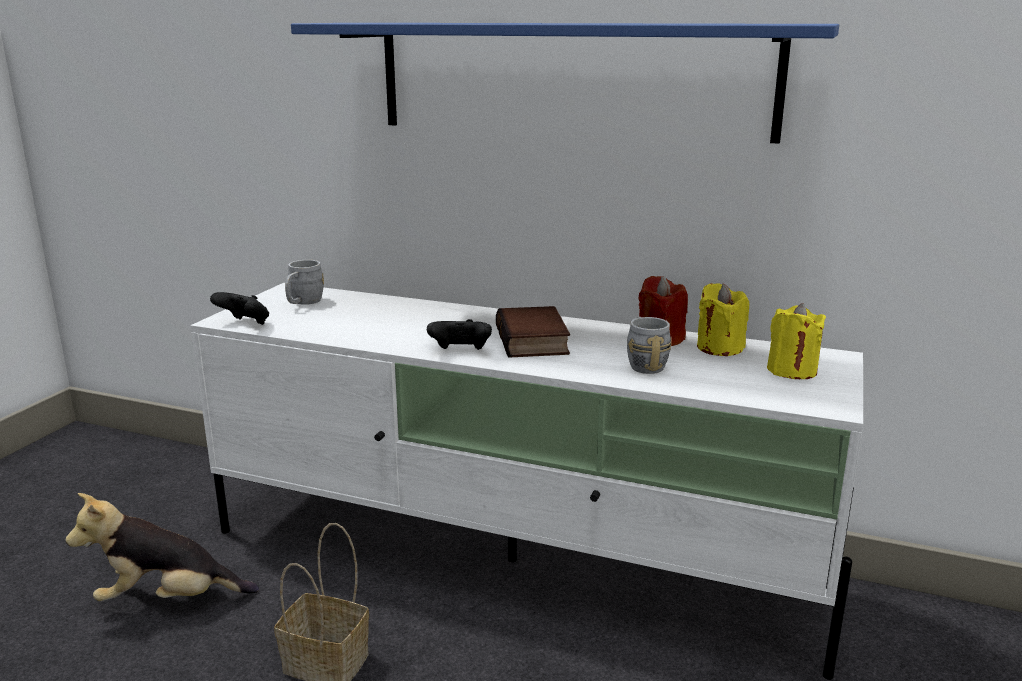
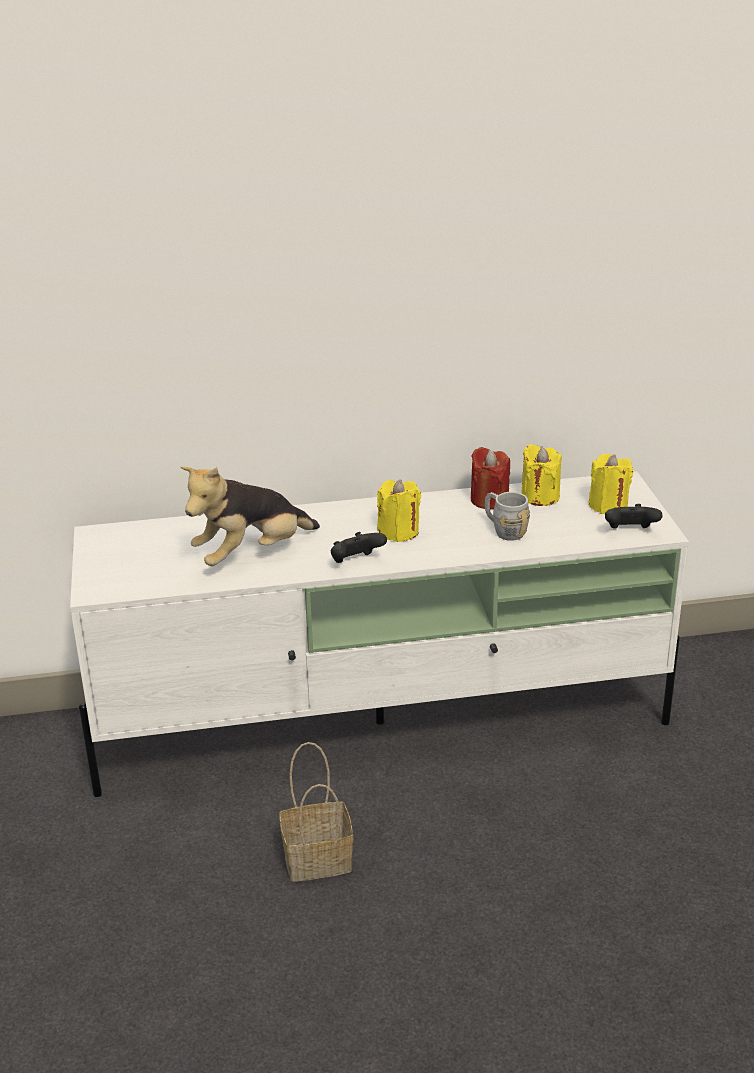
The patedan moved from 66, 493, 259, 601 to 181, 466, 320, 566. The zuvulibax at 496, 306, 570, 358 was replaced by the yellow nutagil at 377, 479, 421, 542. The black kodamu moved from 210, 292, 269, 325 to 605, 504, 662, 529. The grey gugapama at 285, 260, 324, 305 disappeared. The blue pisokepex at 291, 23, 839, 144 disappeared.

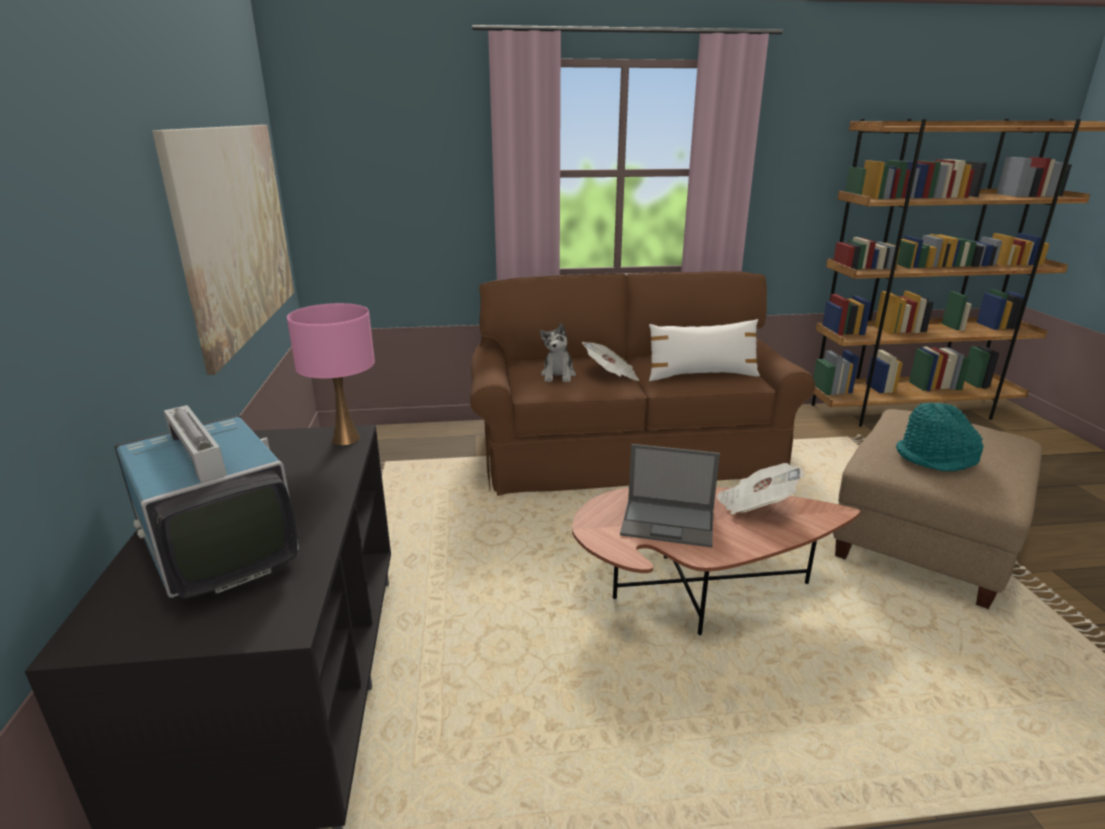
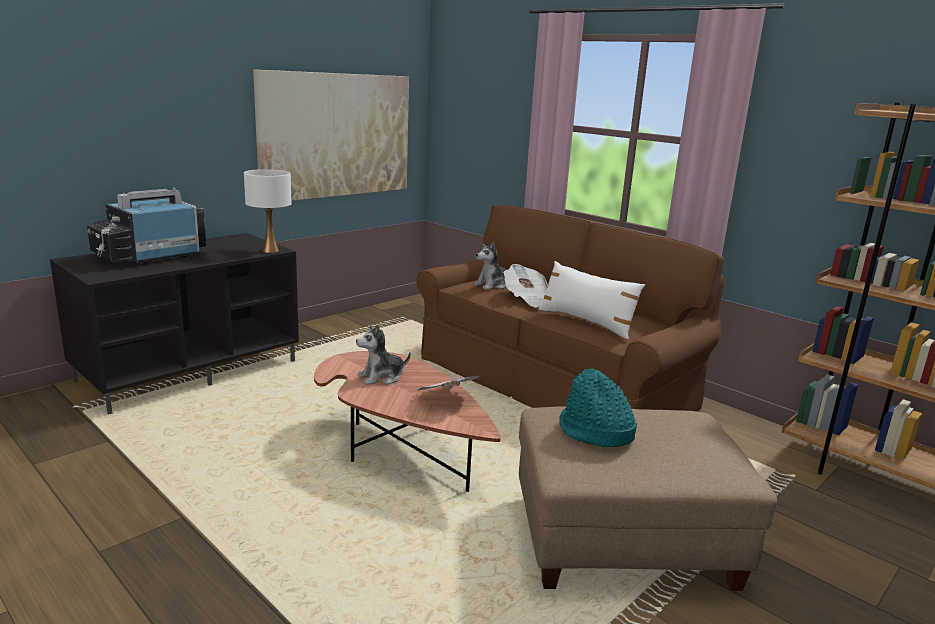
The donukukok at 115, 405, 299, 599 turned 150 degrees counterclockwise. The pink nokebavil at 287, 303, 375, 445 became the white nokebavil at 244, 169, 292, 253. The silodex at 620, 444, 720, 548 was replaced by the patedan at 356, 324, 411, 385.

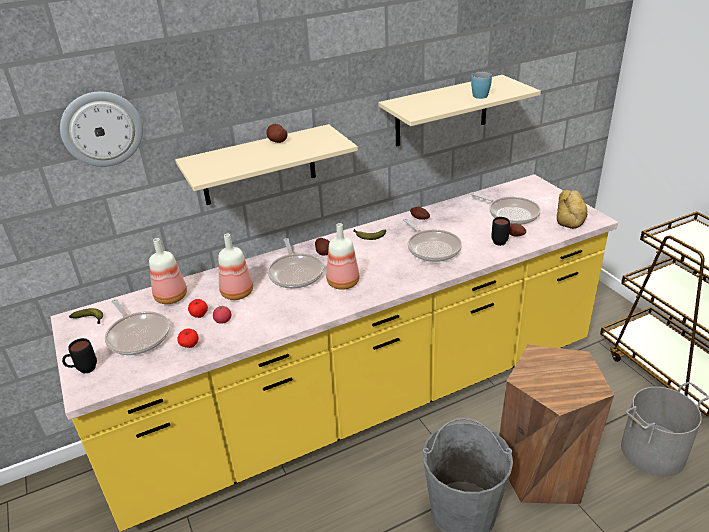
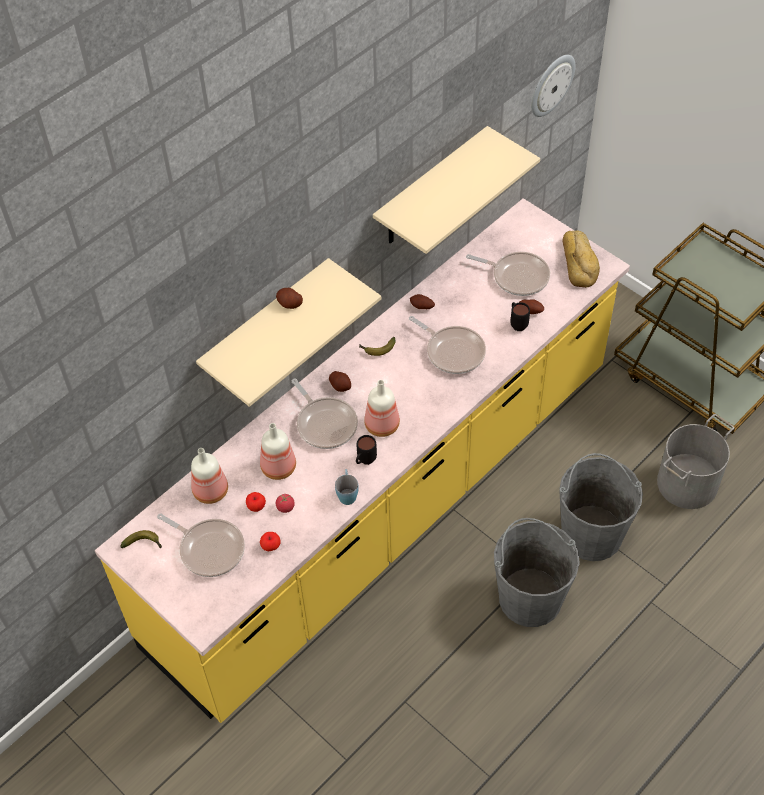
The blue gugapama moved from 471, 72, 492, 99 to 335, 469, 359, 505. The black gugapama moved from 62, 338, 97, 373 to 356, 435, 377, 465. The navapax moved from 60, 91, 143, 167 to 531, 55, 576, 117. The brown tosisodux at 499, 344, 614, 504 was replaced by the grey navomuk at 559, 453, 643, 561.

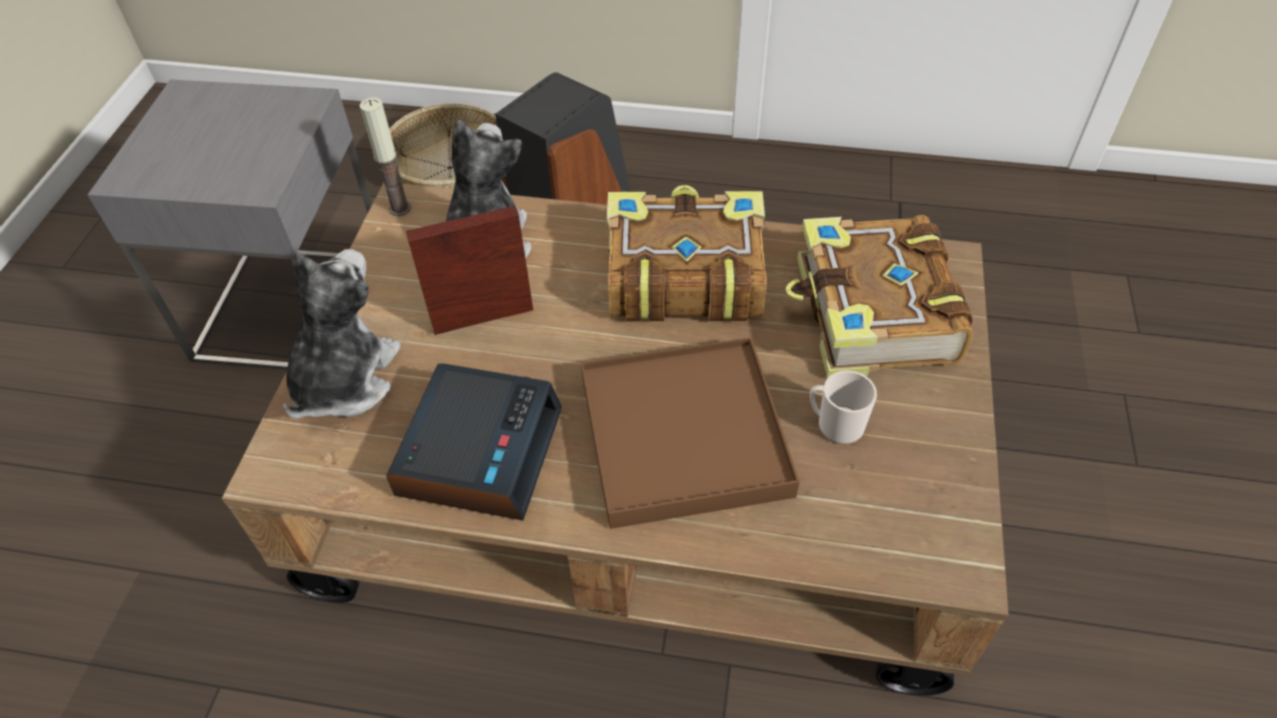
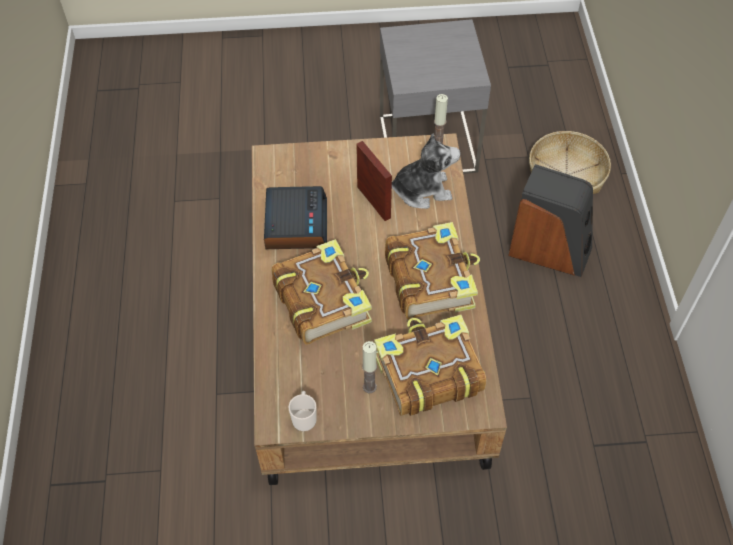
The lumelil at 386, 363, 562, 521 turned 90 degrees counterclockwise. The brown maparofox at 581, 337, 800, 529 was replaced by the zuvulibax at 272, 239, 372, 345. The gugapama moved from 810, 370, 877, 444 to 289, 391, 316, 431. The nutagil at 362, 341, 377, 393 appeared. The patedan at 283, 249, 401, 419 disappeared.

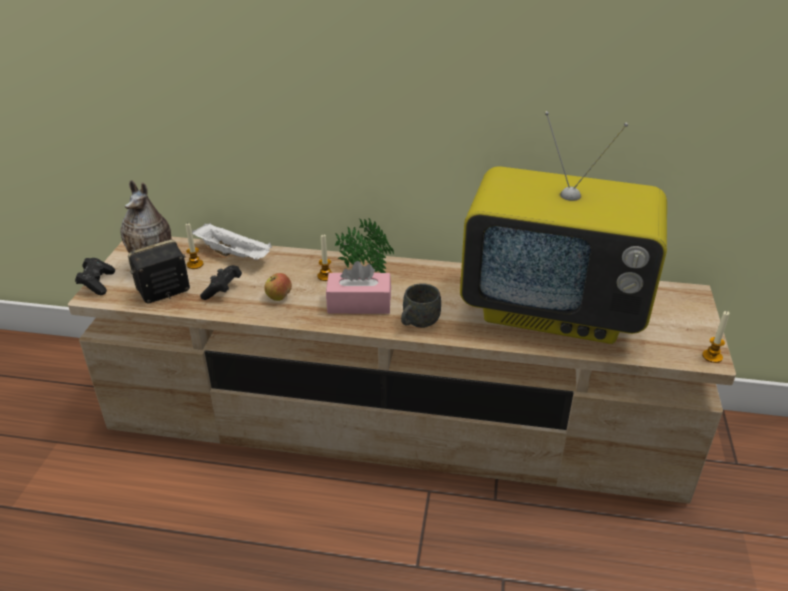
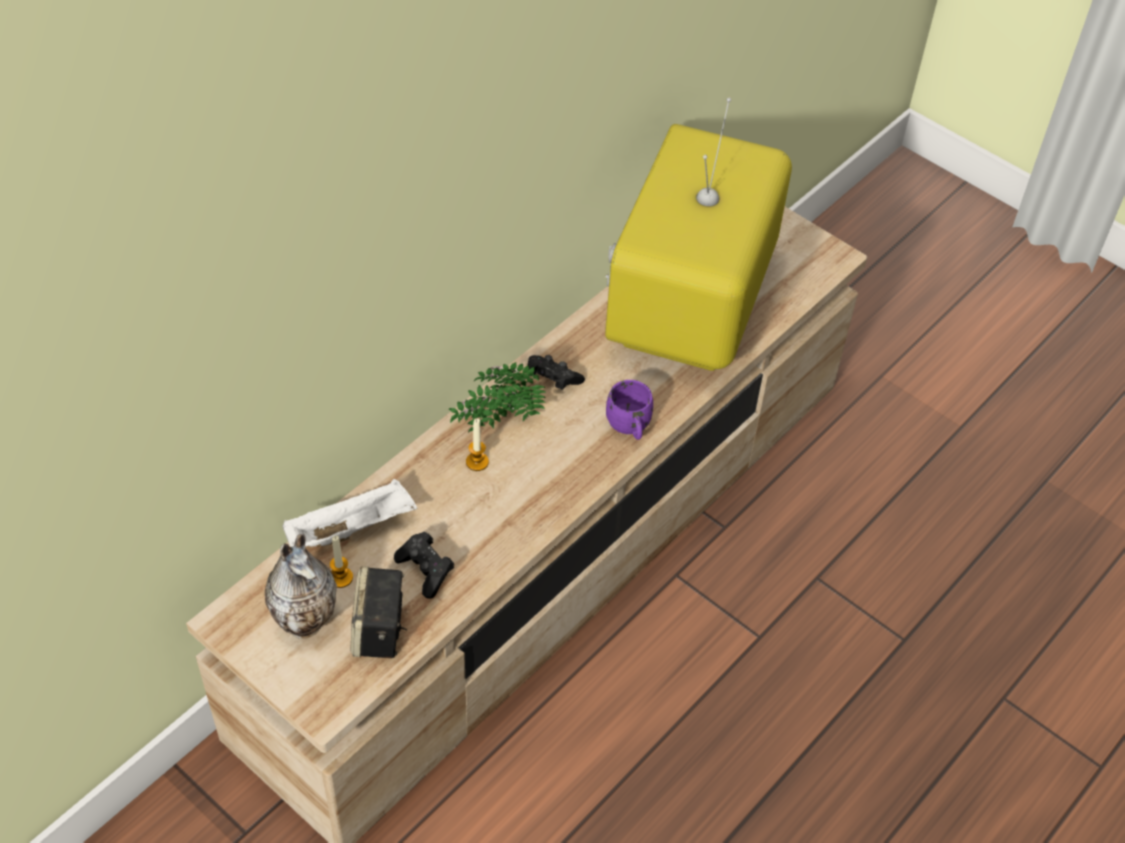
The black kodamu moved from 75, 258, 115, 295 to 527, 355, 585, 390. The donukukok at 460, 111, 667, 344 turned 150 degrees clockwise. The grey gugapama at 401, 283, 441, 328 became the purple gugapama at 606, 380, 653, 440. The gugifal at 264, 273, 292, 301 disappeared. The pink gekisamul at 326, 261, 391, 314 disappeared. The nutagil at 702, 311, 730, 363 disappeared.

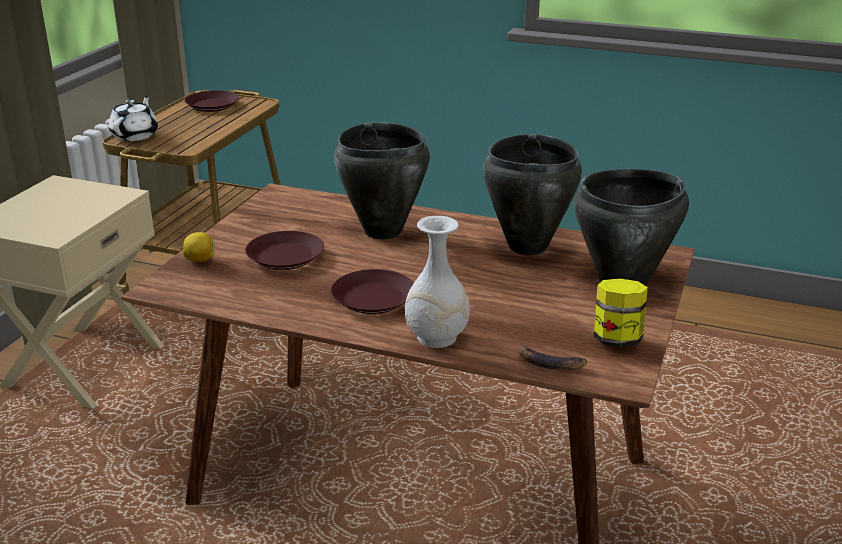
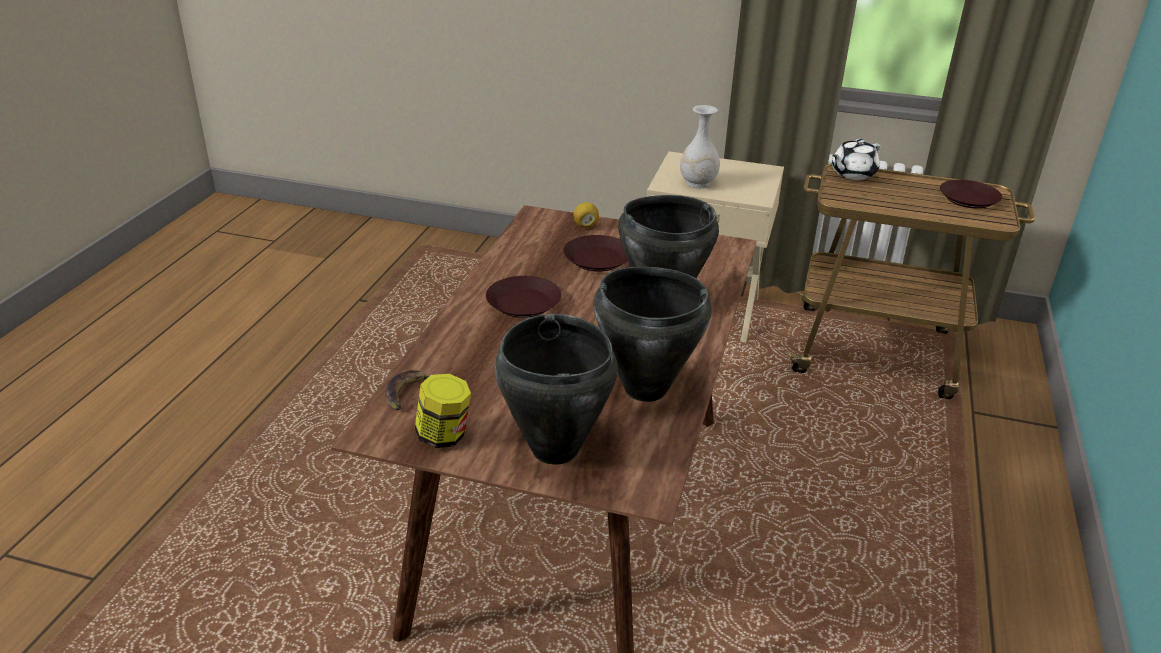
The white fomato moved from 405, 216, 470, 348 to 680, 105, 720, 189. The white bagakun at 109, 96, 158, 141 turned 135 degrees clockwise.

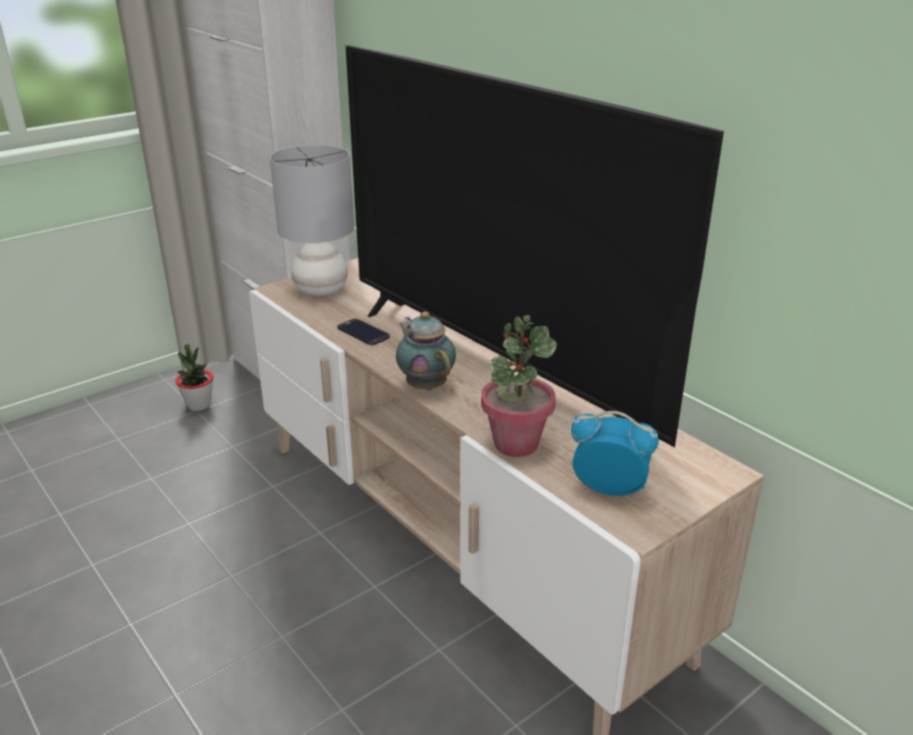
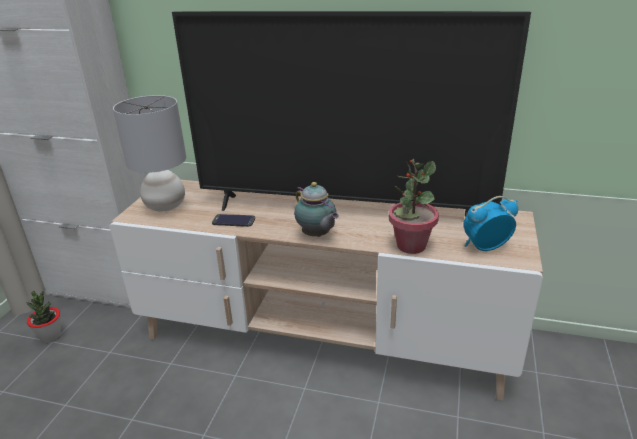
The bagakun at 396, 312, 456, 390 turned 150 degrees counterclockwise.

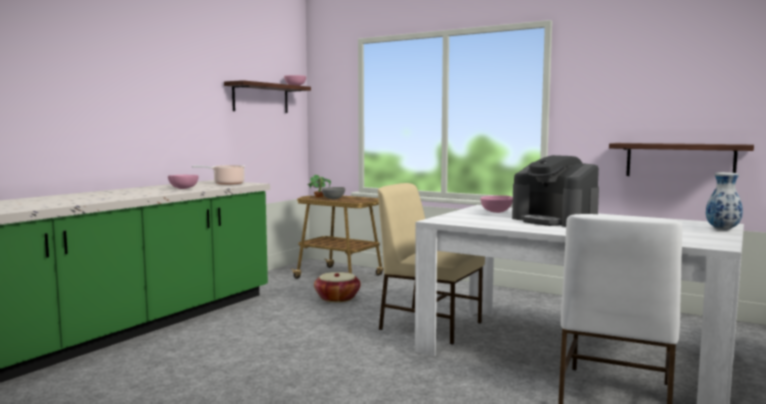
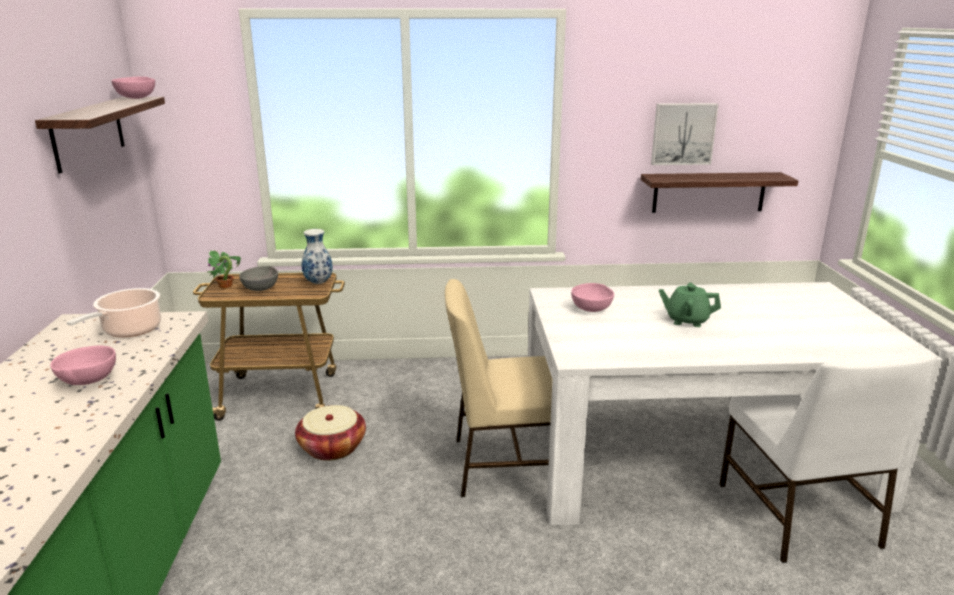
The fomato moved from 706, 172, 743, 230 to 301, 229, 333, 284. The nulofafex at 651, 103, 719, 165 appeared. The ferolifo at 512, 155, 599, 227 was replaced by the green bagakun at 659, 283, 721, 327.

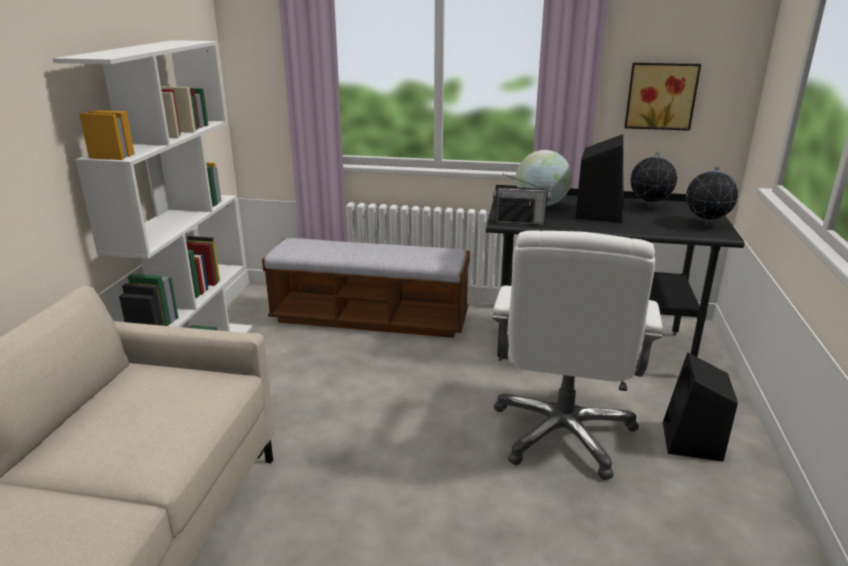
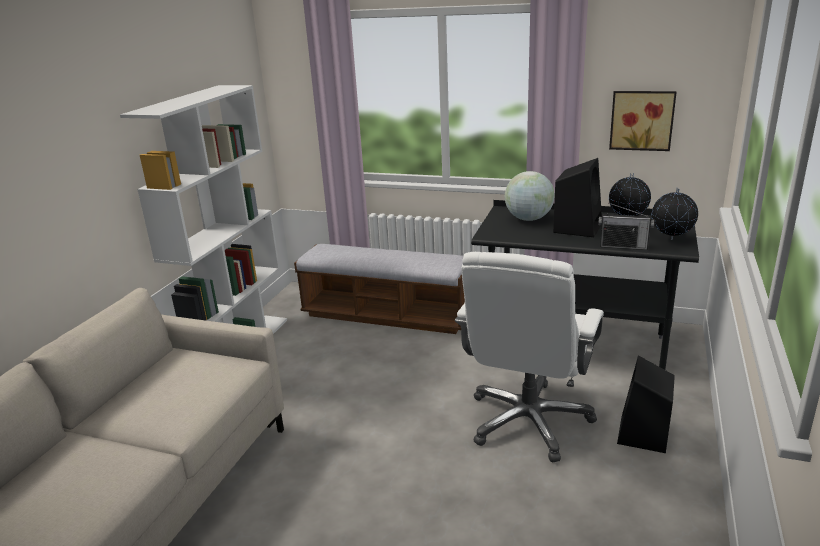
The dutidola moved from 493, 174, 551, 225 to 598, 203, 654, 250.

